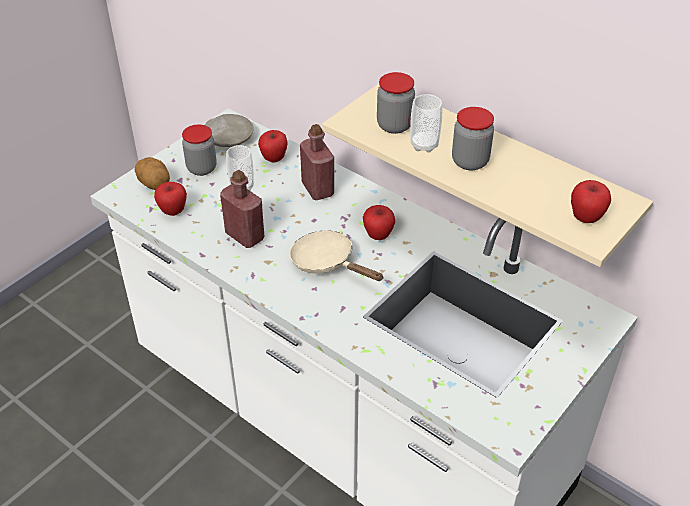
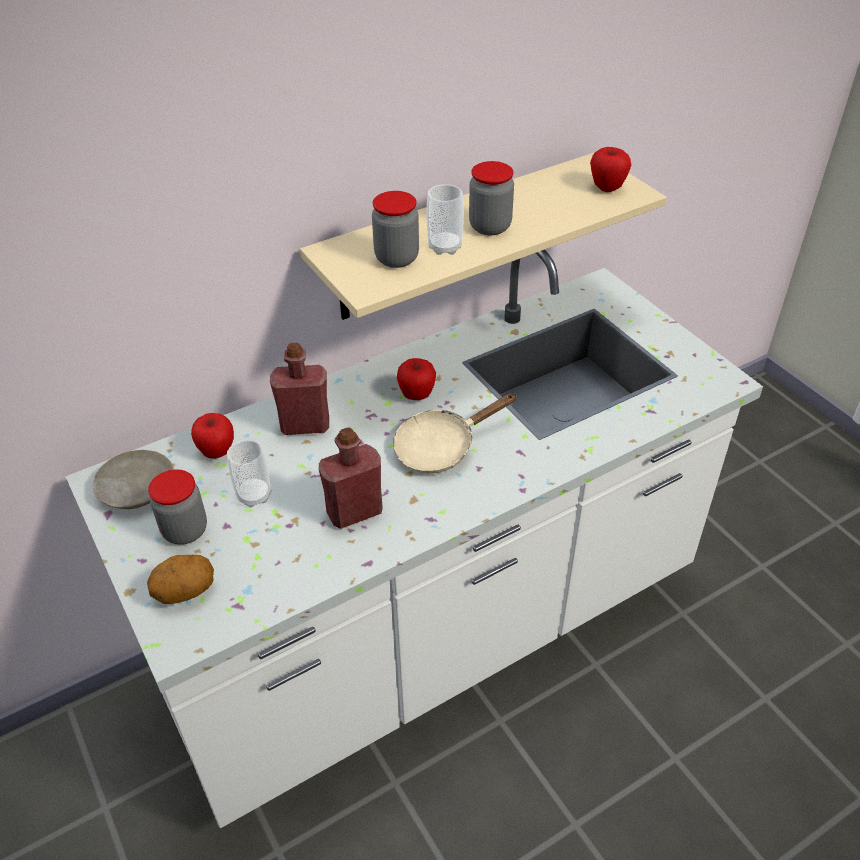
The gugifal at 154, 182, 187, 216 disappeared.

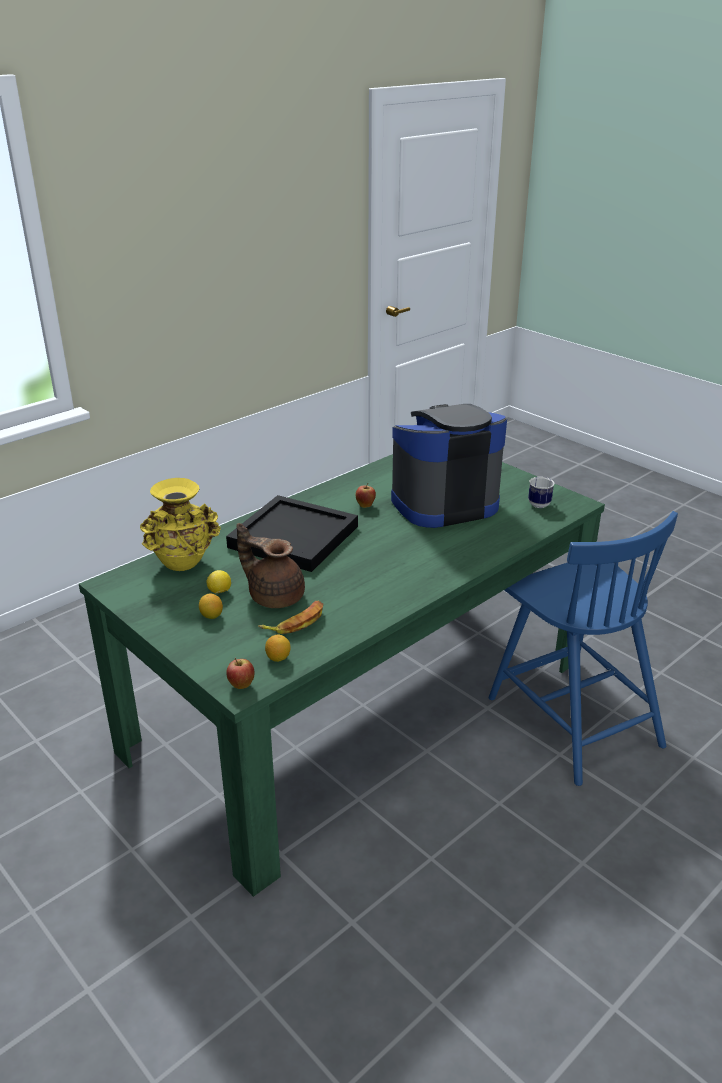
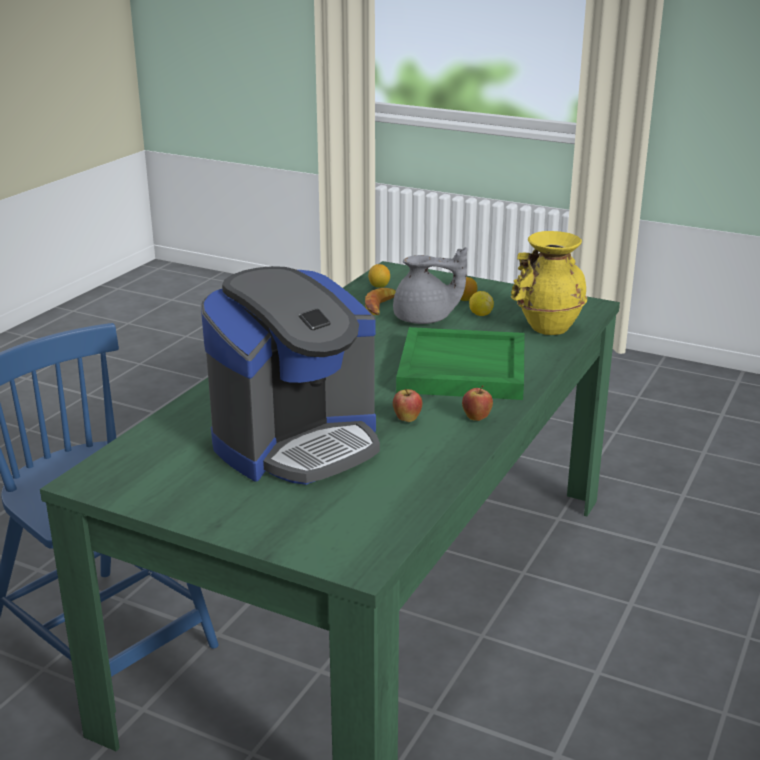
The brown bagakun at 237, 523, 305, 608 became the grey bagakun at 393, 247, 467, 324. The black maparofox at 226, 495, 358, 572 became the green maparofox at 396, 327, 525, 400. The gugifal moved from 226, 658, 255, 689 to 462, 385, 493, 421. The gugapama at 528, 477, 555, 508 disappeared.

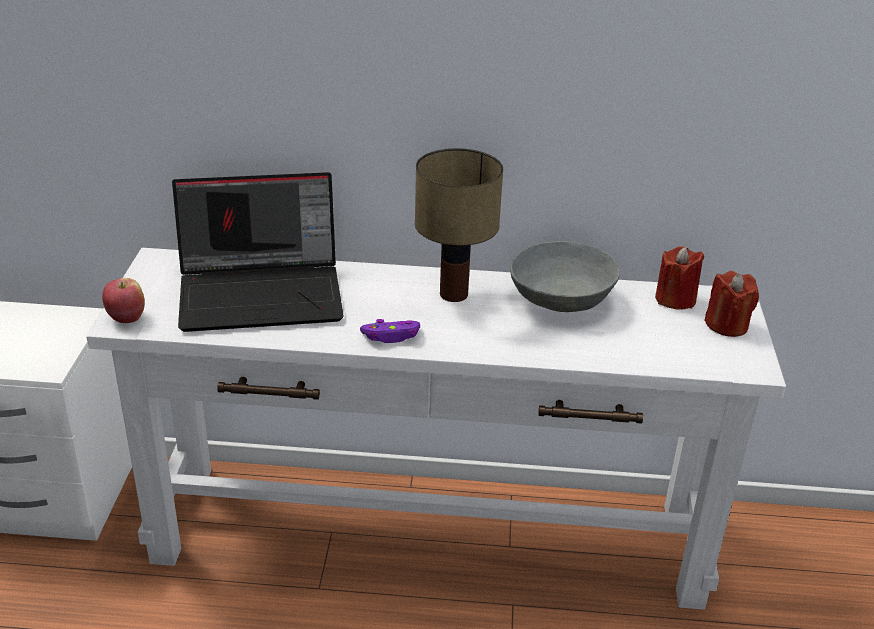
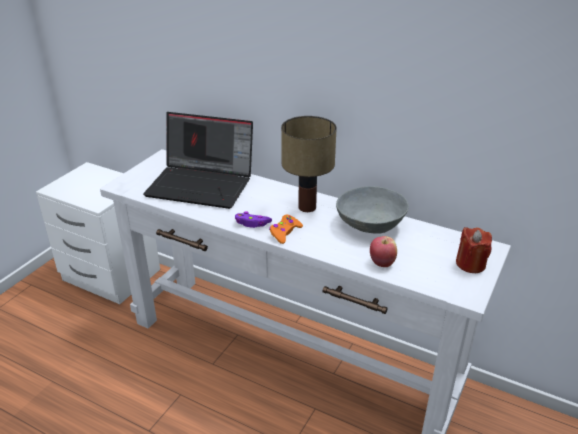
The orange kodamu at 269, 215, 303, 244 appeared. The gugifal moved from 102, 278, 145, 323 to 370, 236, 397, 267. The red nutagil at 655, 246, 704, 310 disappeared.

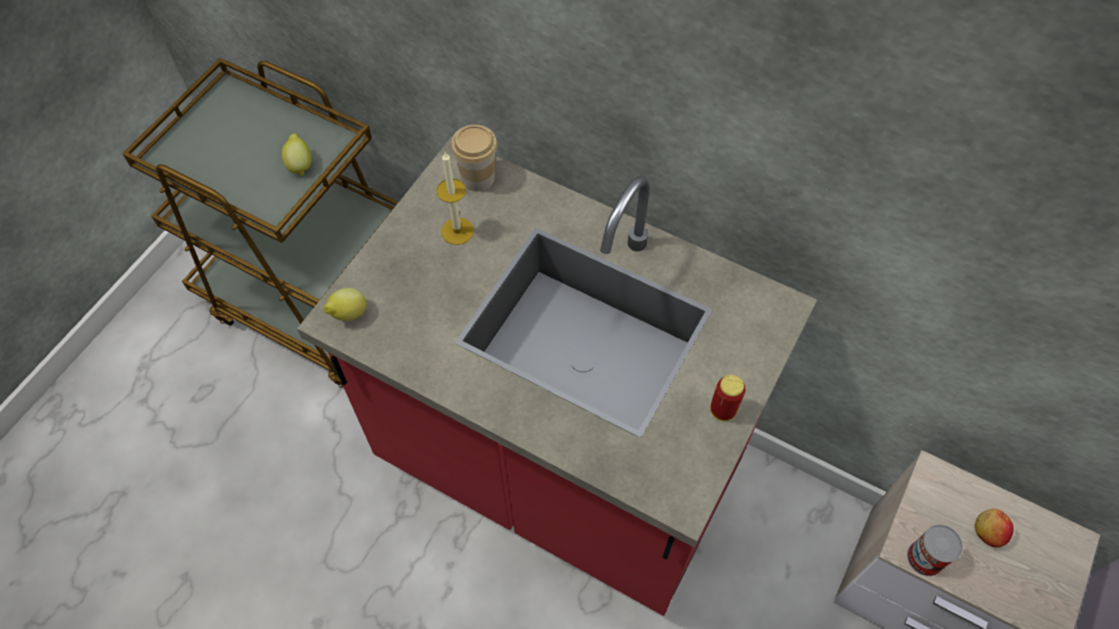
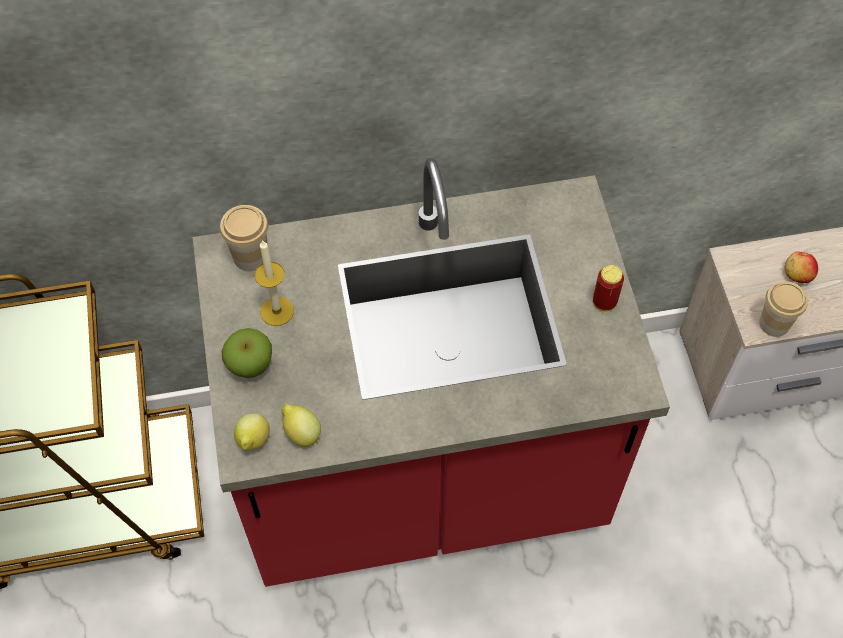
The gugifal at 222, 328, 272, 378 appeared. The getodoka moved from 282, 133, 312, 176 to 282, 404, 321, 447. The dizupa at 907, 525, 963, 576 was replaced by the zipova at 759, 281, 808, 337.

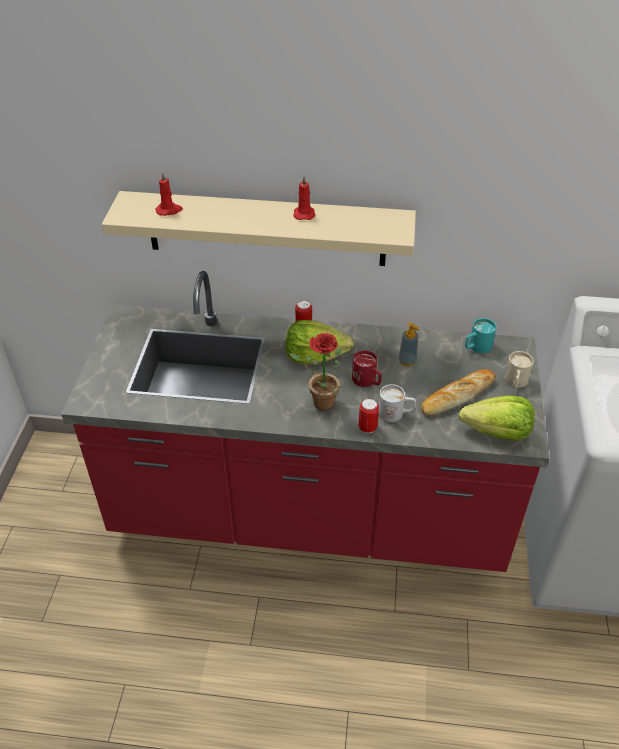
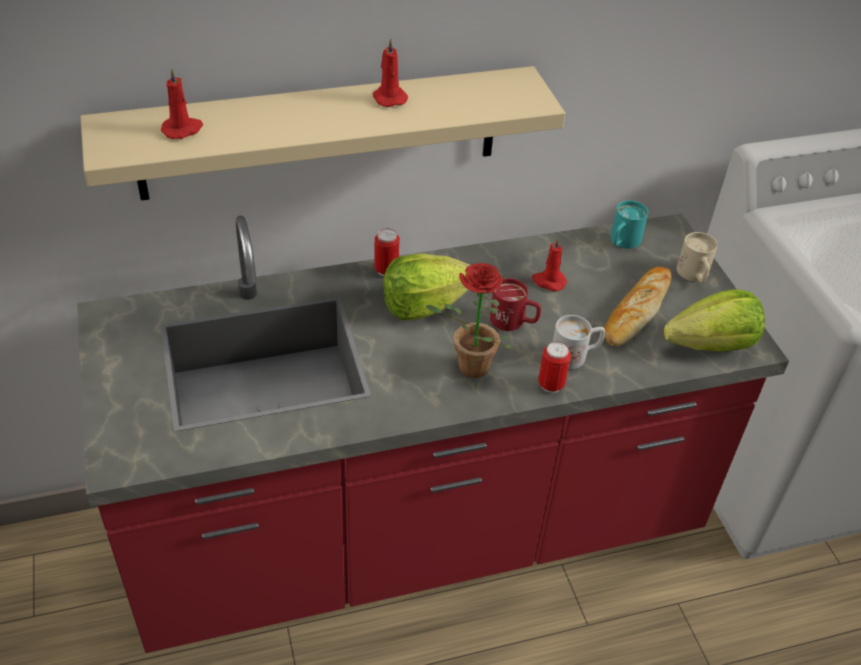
The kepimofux at 398, 322, 420, 366 was replaced by the red nutagil at 532, 238, 567, 291.

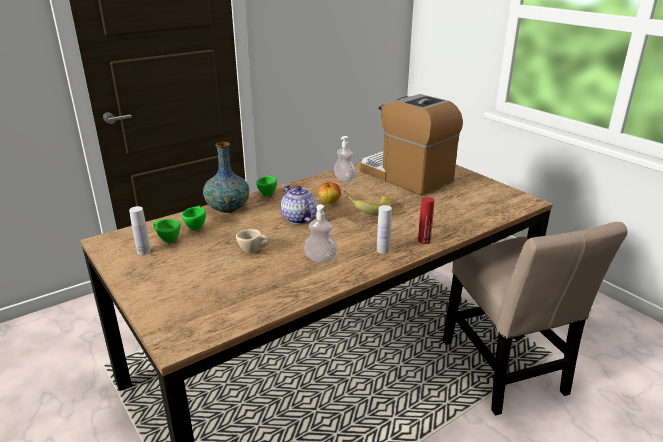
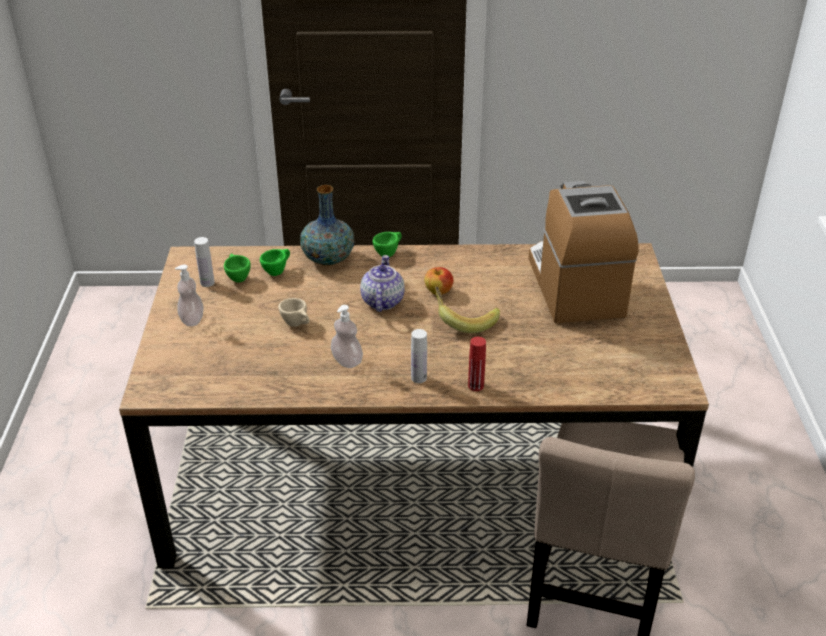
The kepimofux moved from 334, 136, 356, 182 to 175, 264, 204, 326.

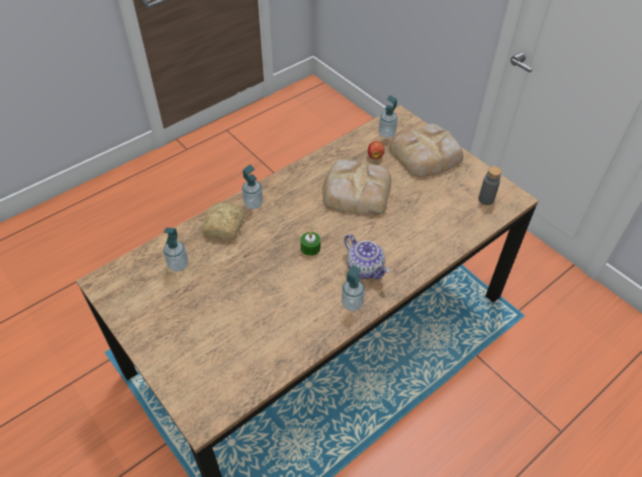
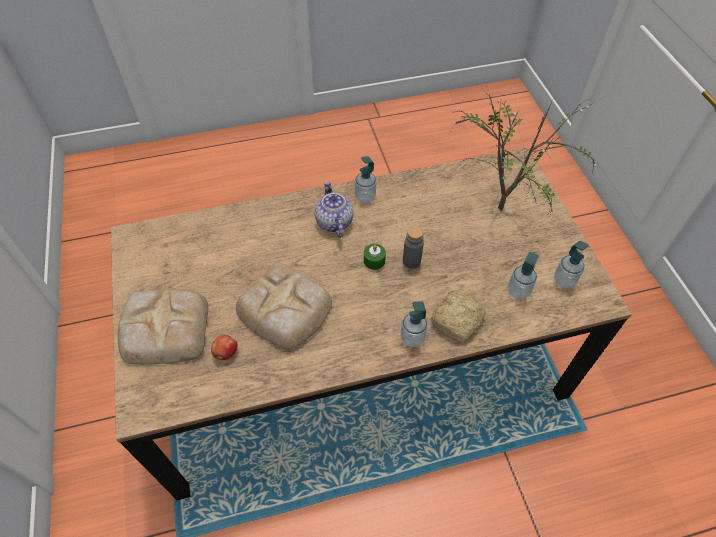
The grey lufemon moved from 478, 166, 502, 205 to 403, 226, 424, 269. The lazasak at 451, 86, 604, 221 appeared. The kepimofux moved from 379, 95, 398, 138 to 554, 241, 589, 288.

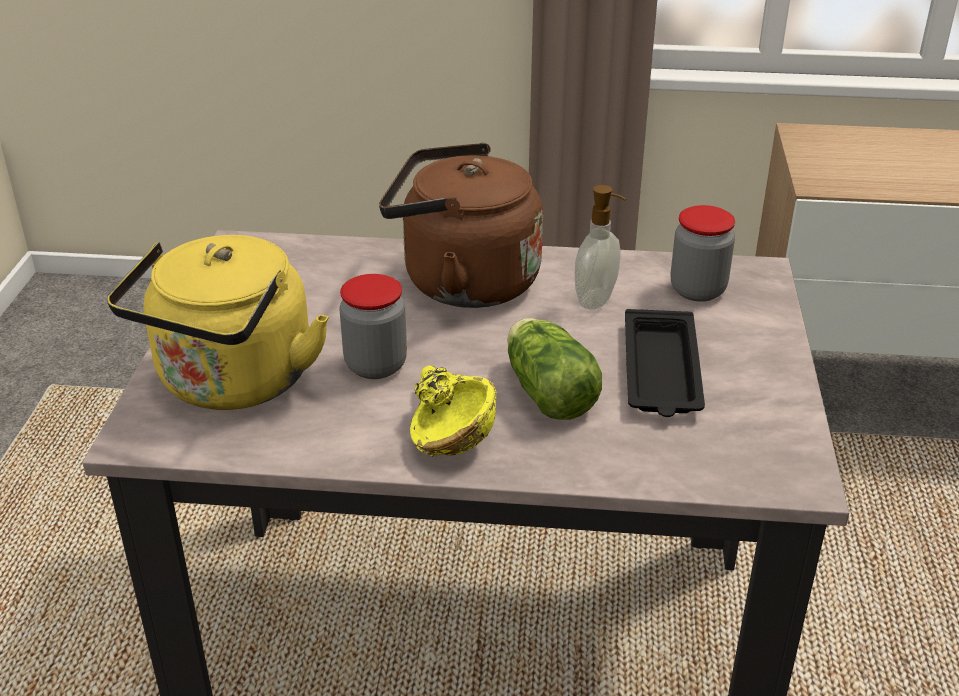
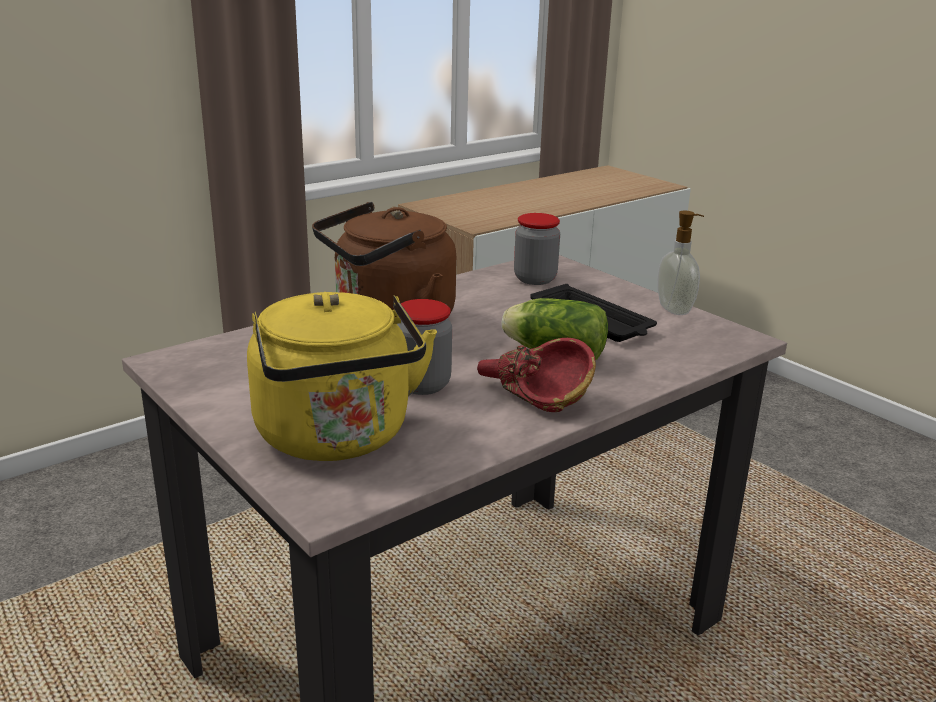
The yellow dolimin at 410, 366, 497, 457 became the red dolimin at 477, 338, 596, 412. The kepimofux moved from 575, 185, 626, 310 to 657, 211, 704, 315.

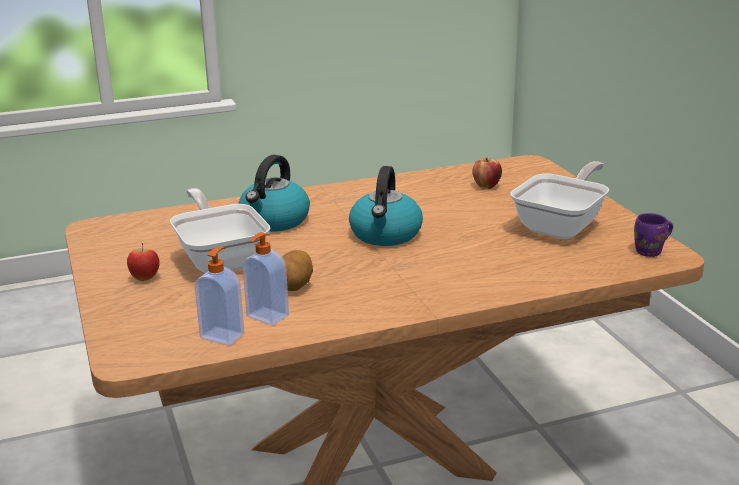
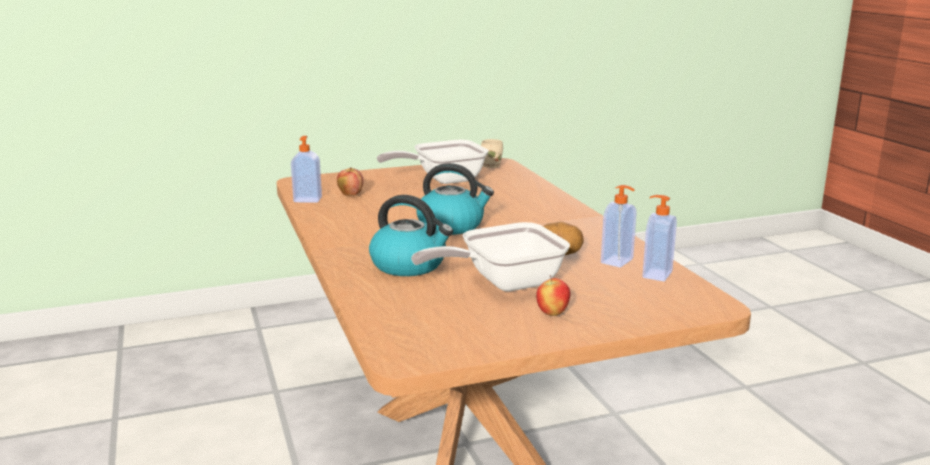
The kepimofux at 291, 136, 322, 203 appeared. The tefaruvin at 511, 161, 609, 239 turned 60 degrees counterclockwise. The purple gugapama at 634, 213, 673, 257 became the beige gugapama at 481, 139, 503, 168.

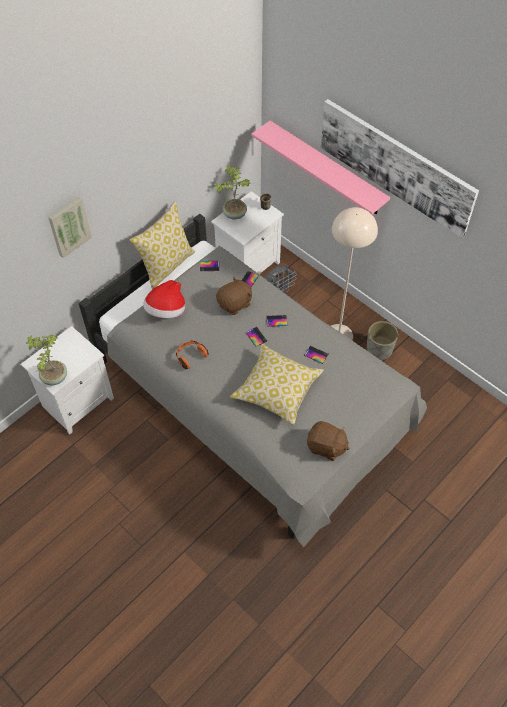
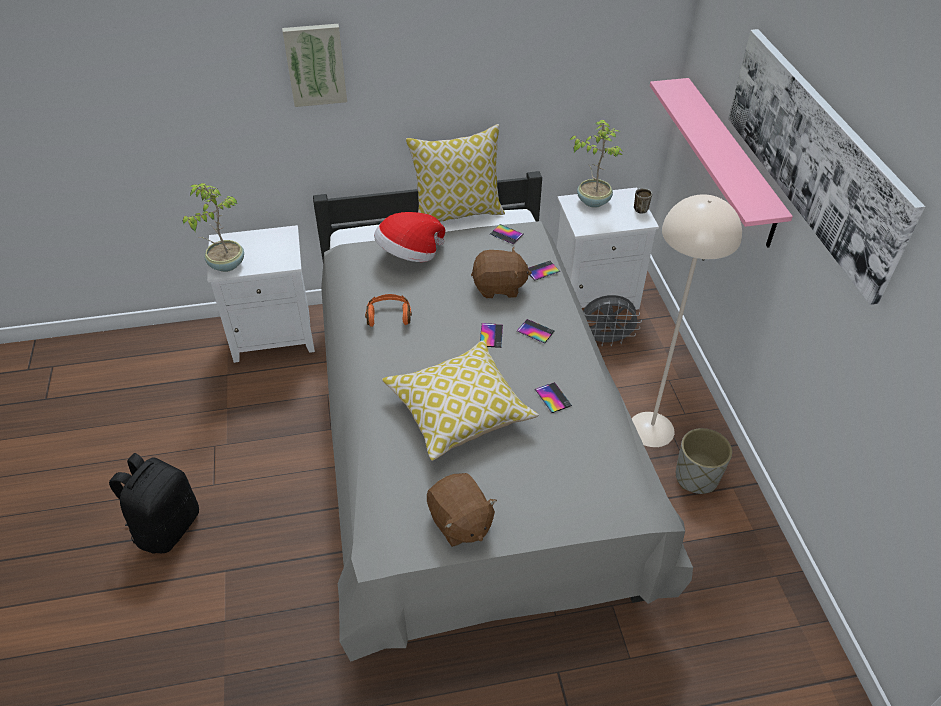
The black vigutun at 109, 453, 199, 554 appeared.

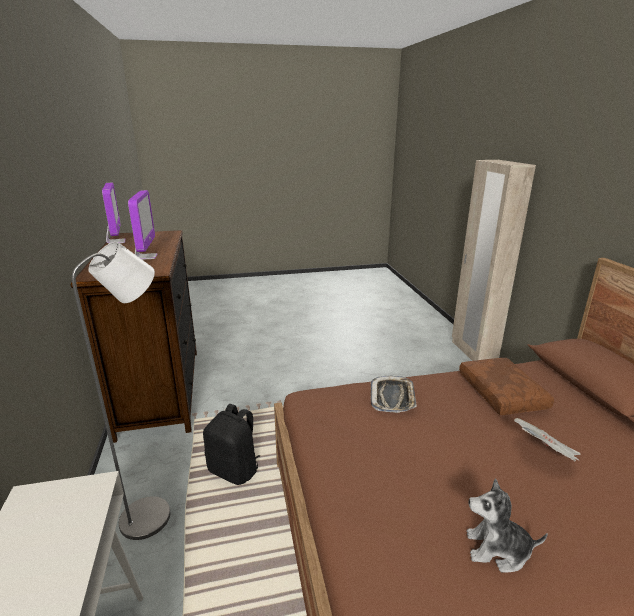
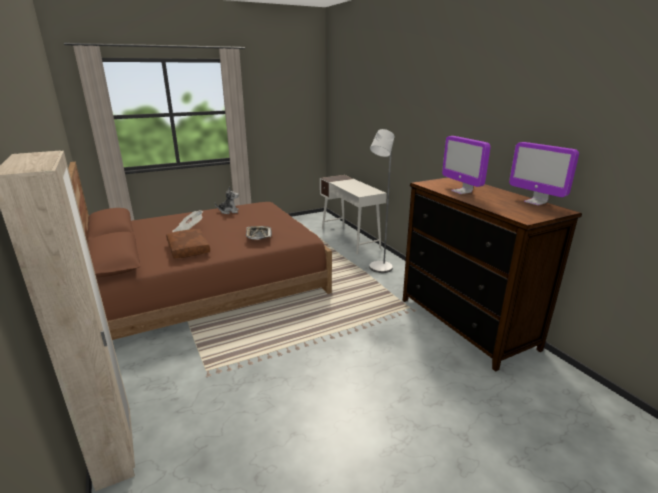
The black vigutun at 203, 404, 260, 485 disappeared.

